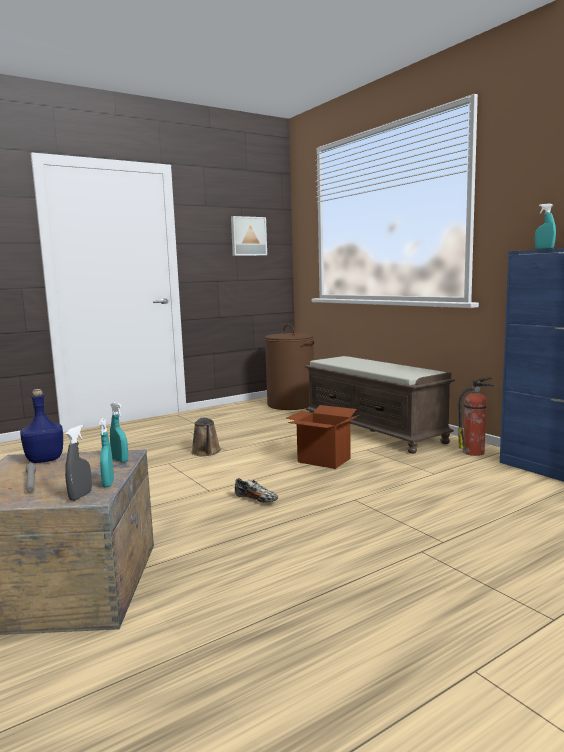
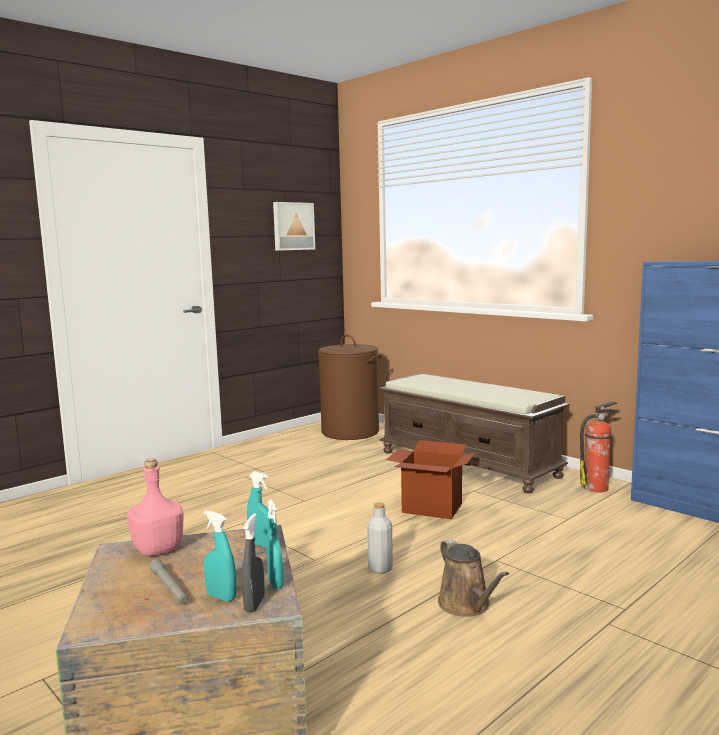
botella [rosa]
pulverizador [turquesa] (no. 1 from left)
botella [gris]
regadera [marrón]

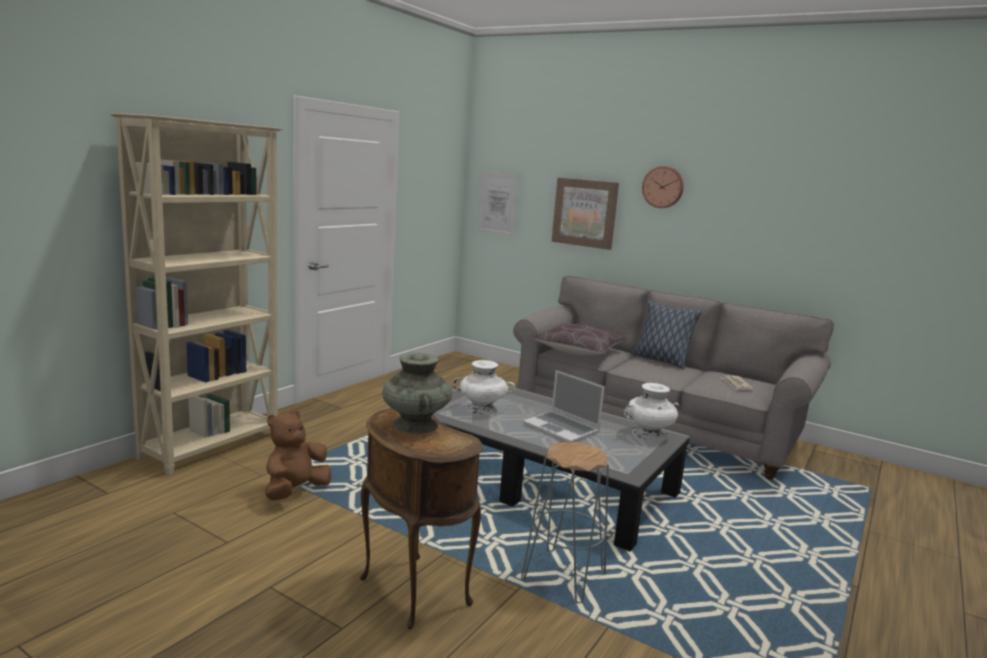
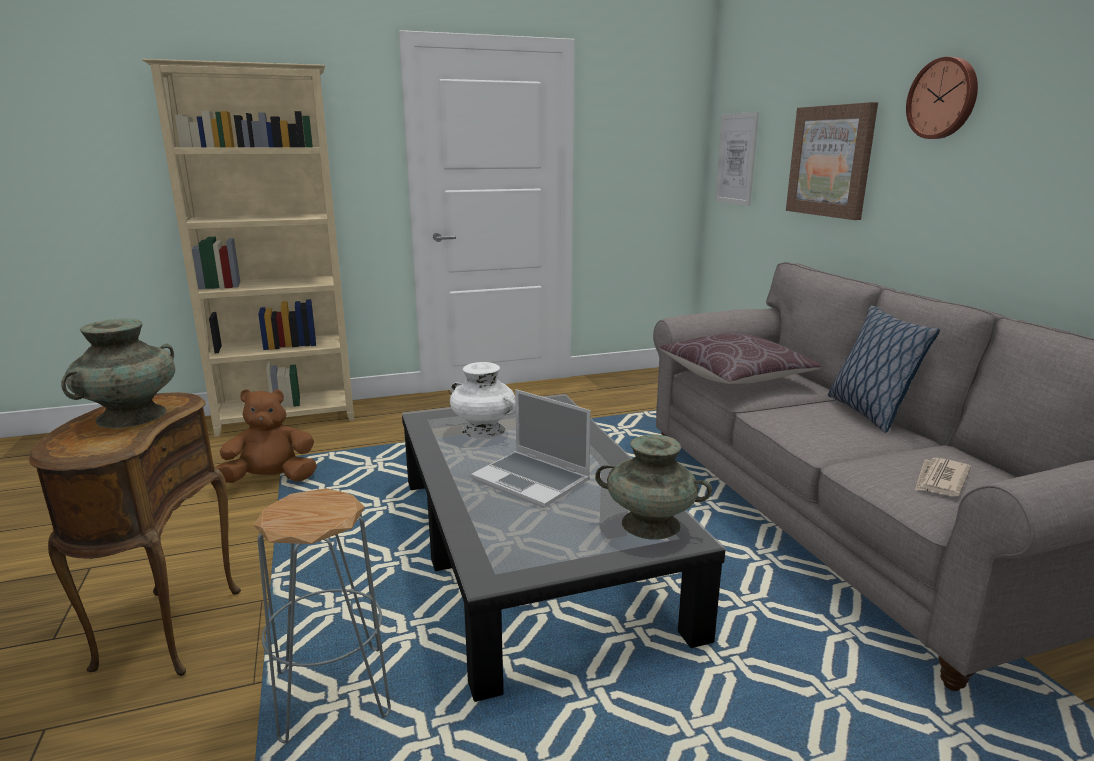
portátil
florero [turquesa] (no. 2 from left)

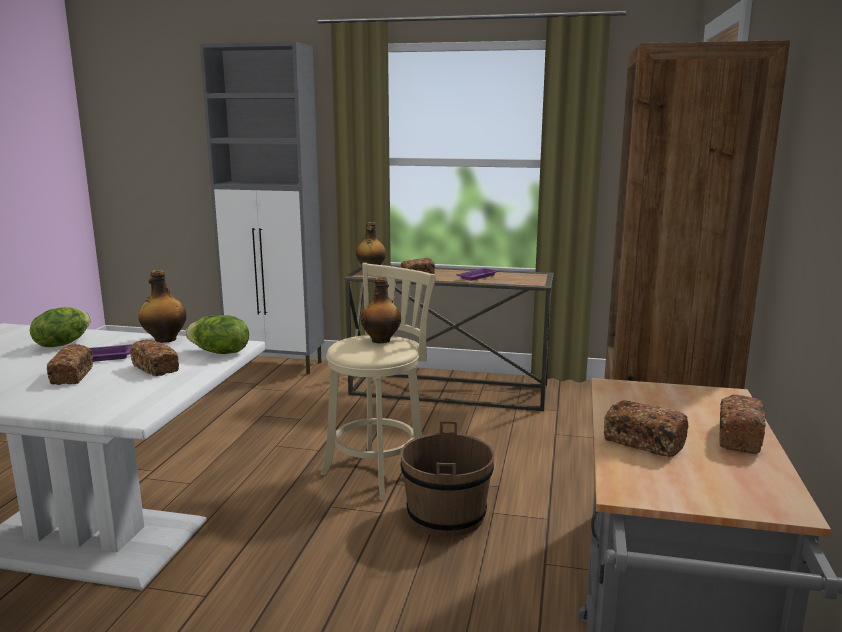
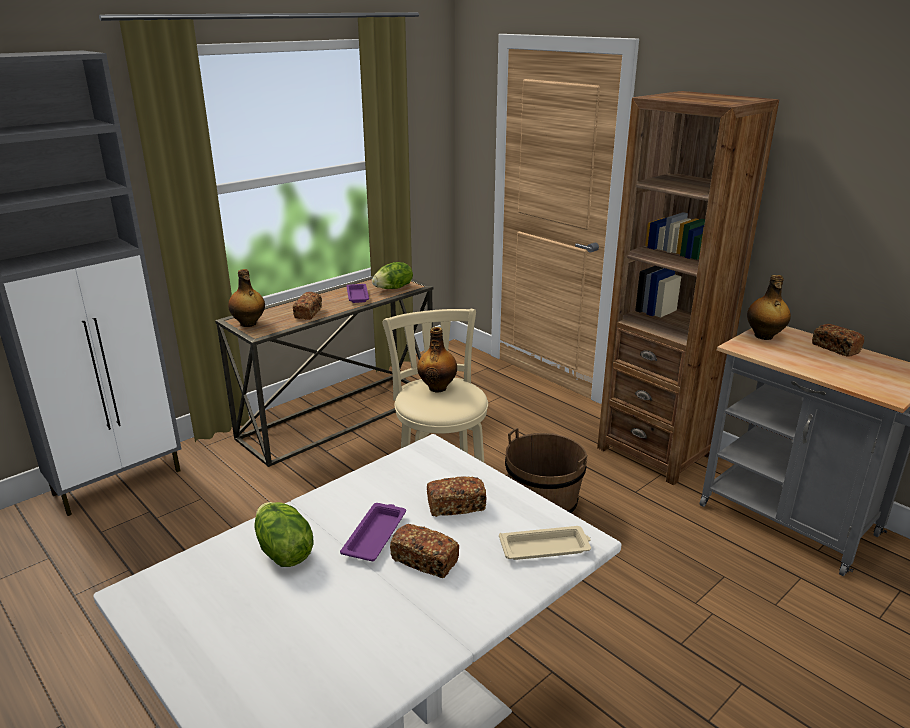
lechuga (no. 2 from left)
bandeja [beis]
botella (no. 3 from left)
pan (no. 4 from left in the first image)

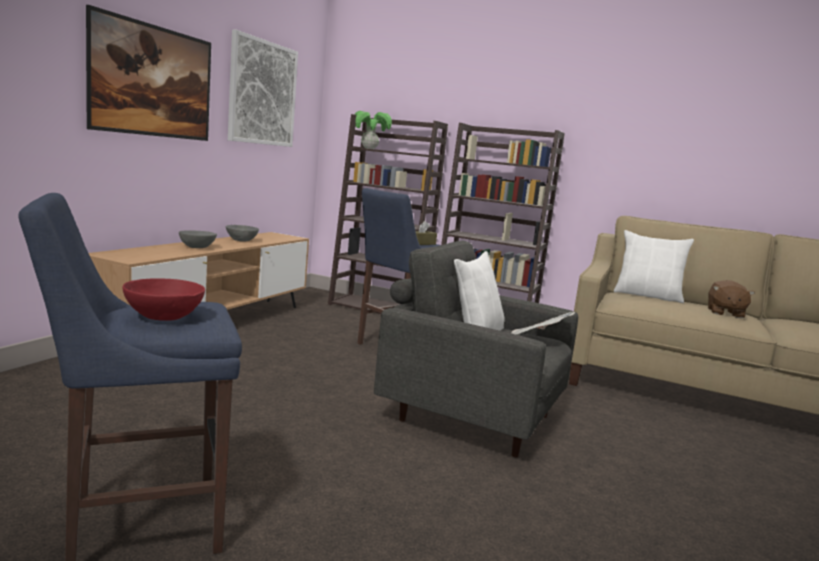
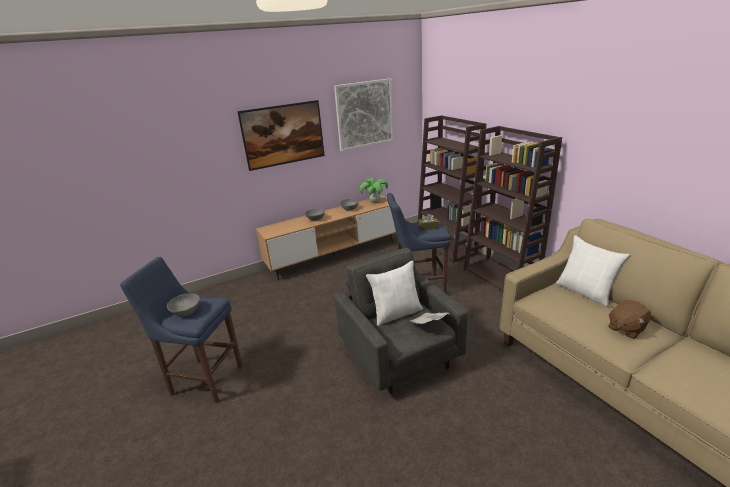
cuenco [gris] (no. 1 from left)
planta en maceta

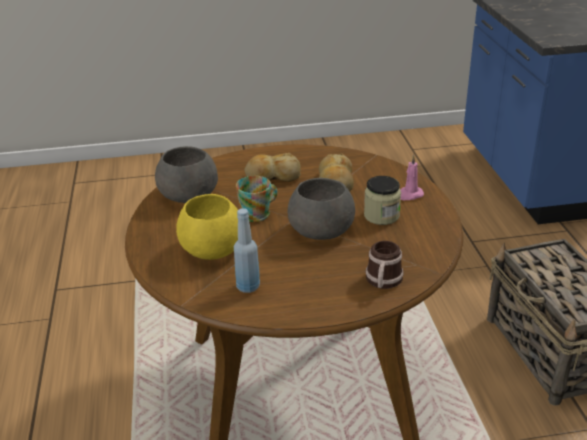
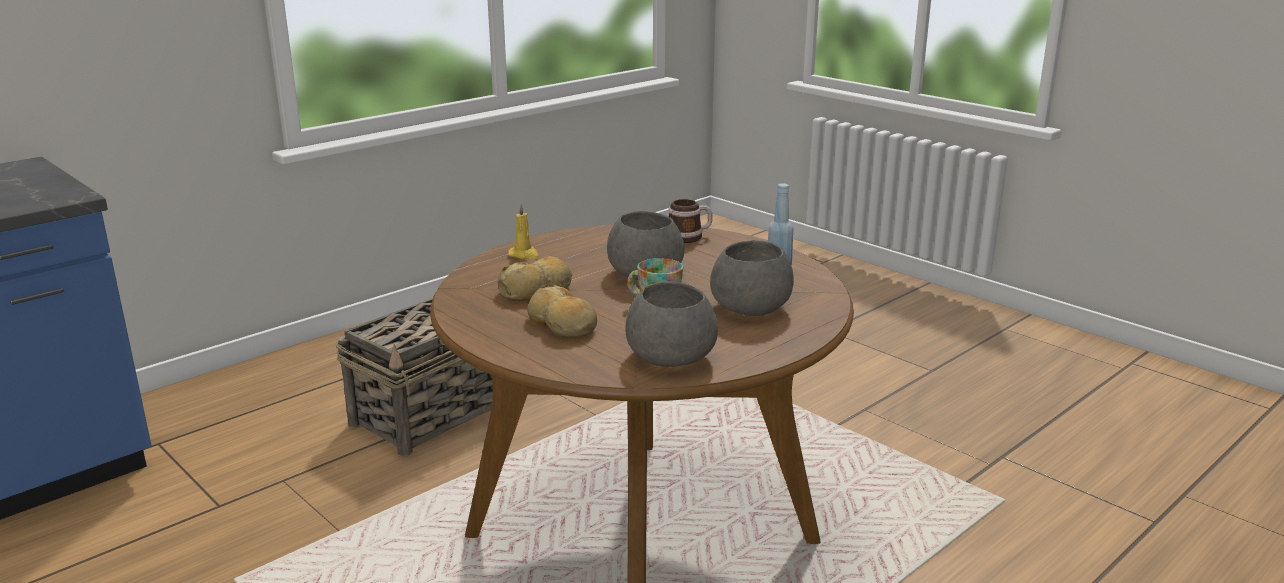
vela [amarillo]
cuenco [gris] (no. 3 from left)
tarro

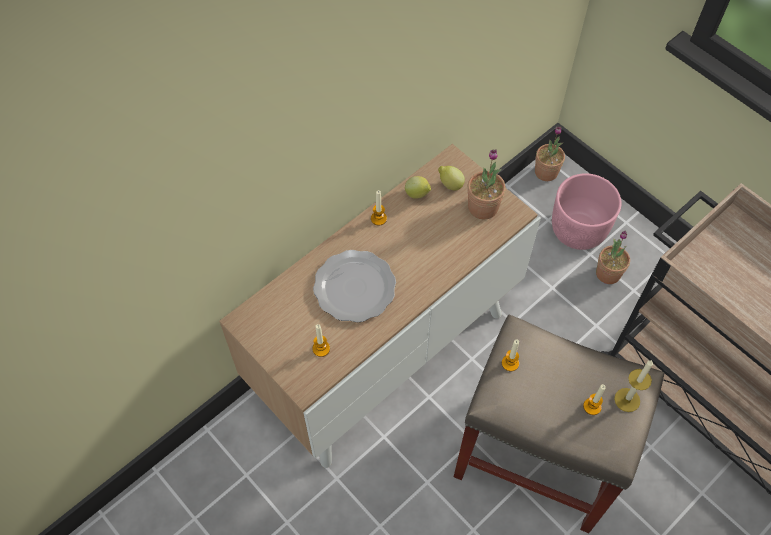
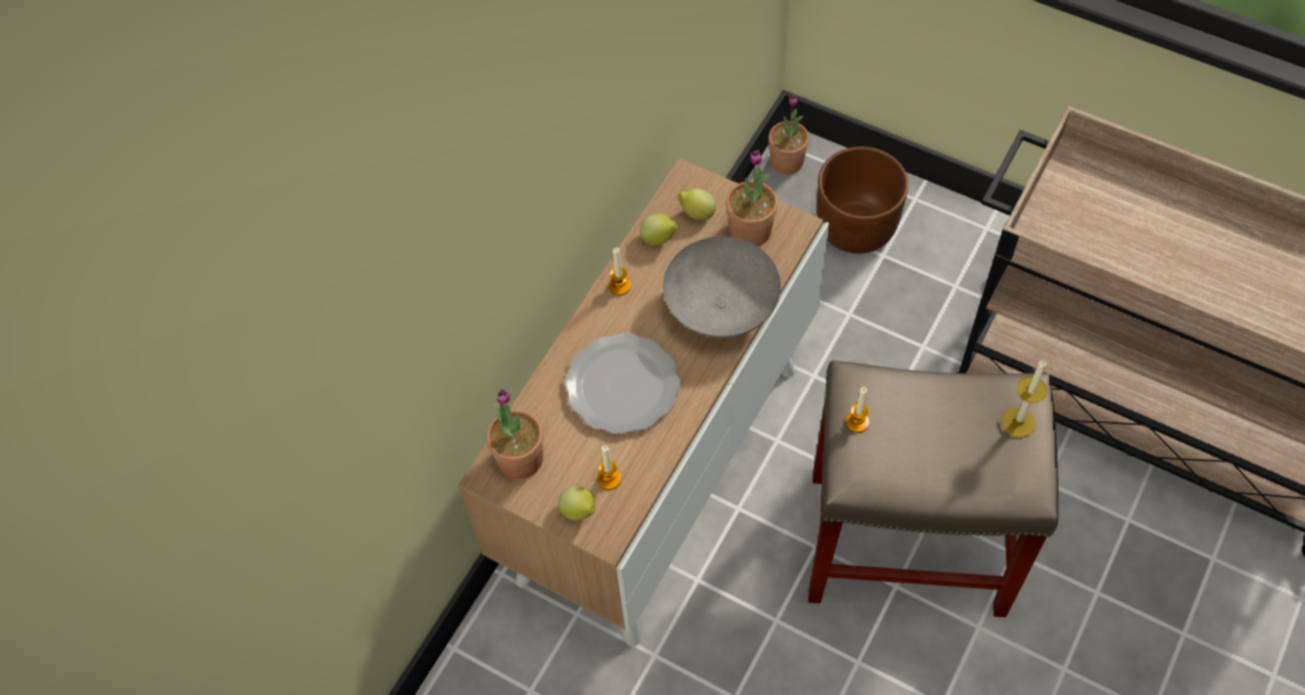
planta en maceta (no. 1 from left)
limón (no. 1 from left)
cuenco [gris]
maceta [marrón]
vela (no. 4 from left in the first image)

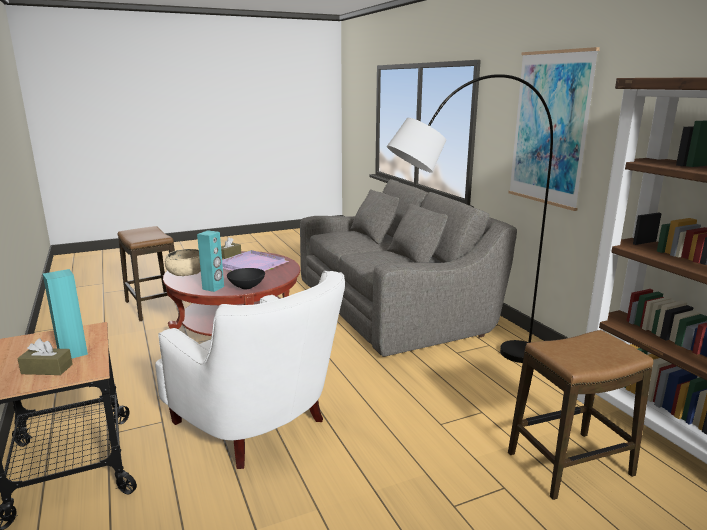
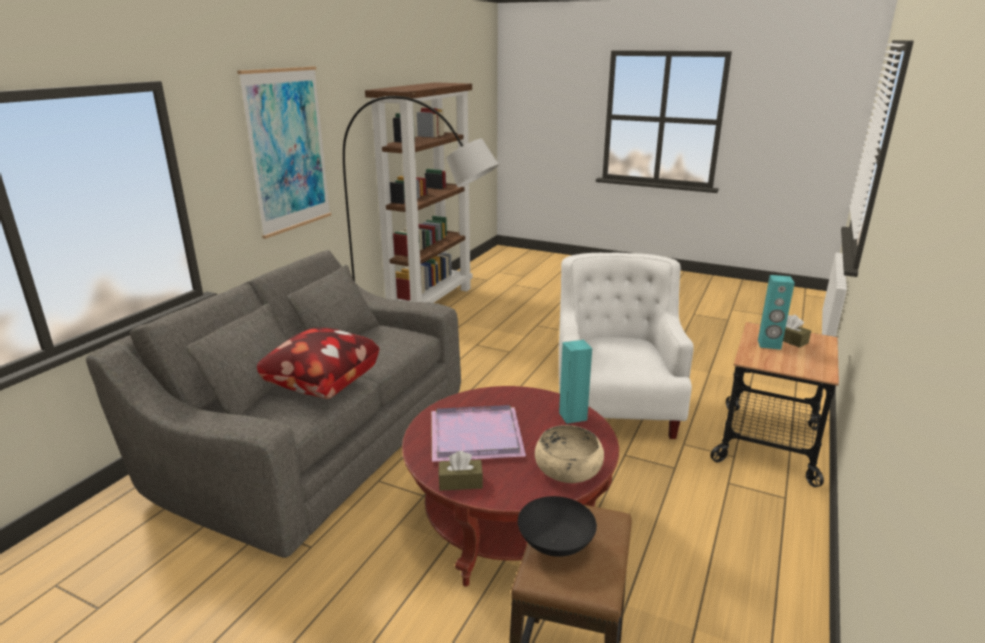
cojín
cuenco [negro]
taburete (no. 2 from left in the first image)

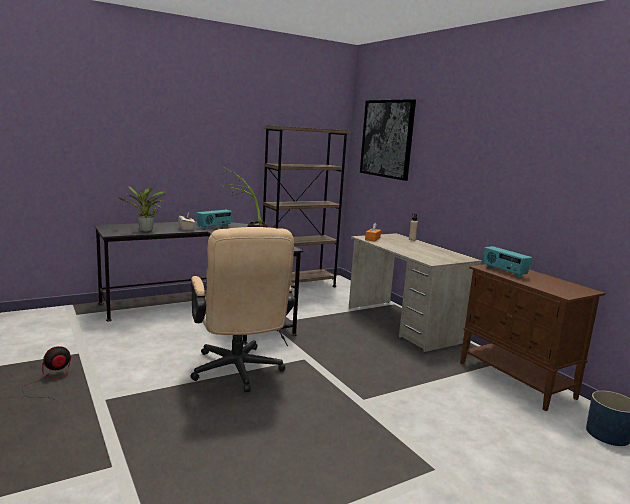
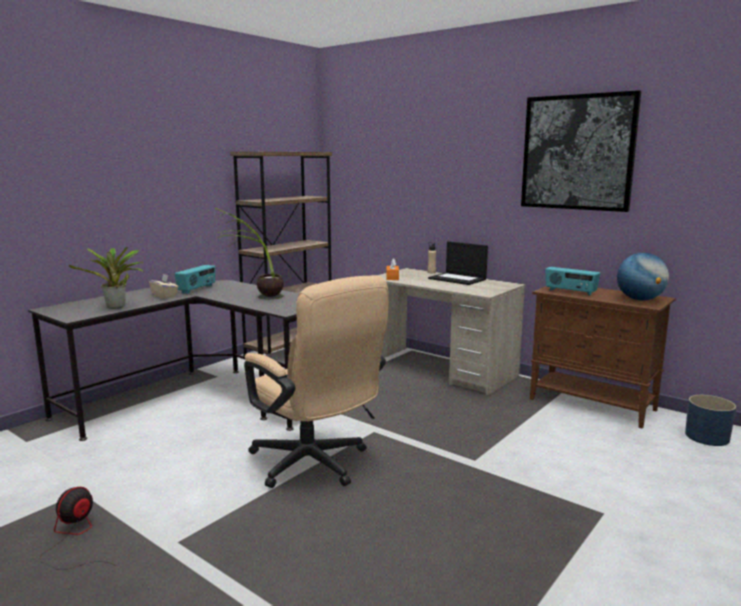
portátil
cuadro
globo terráqueo

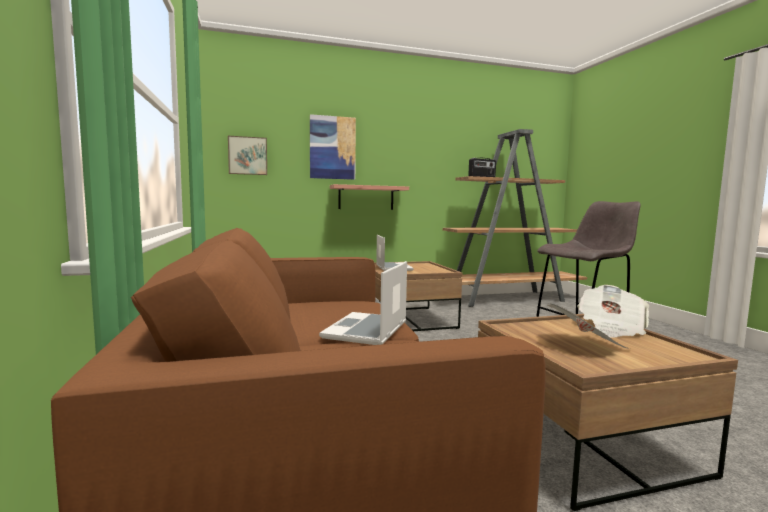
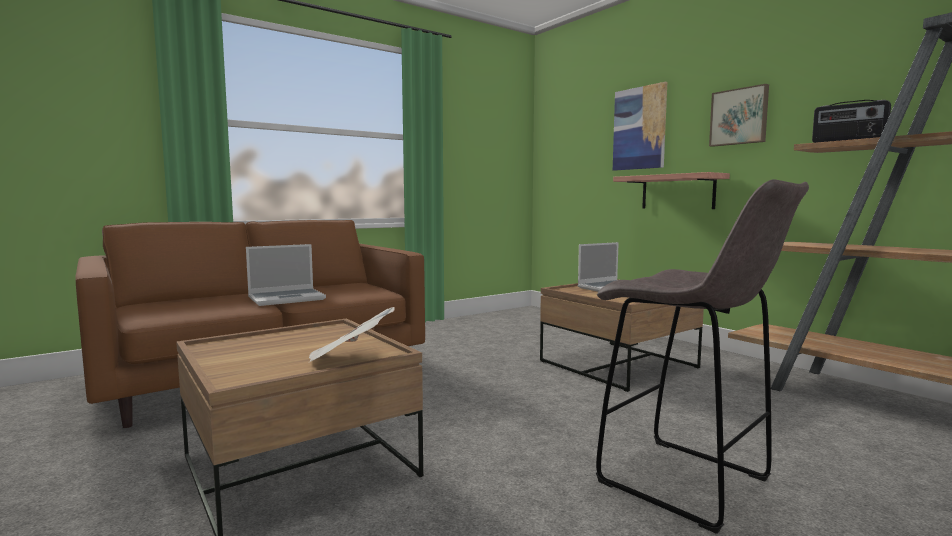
portátil (no. 1 from left)
cuadro (no. 2 from left)
periódico (no. 1 from left in the first image)

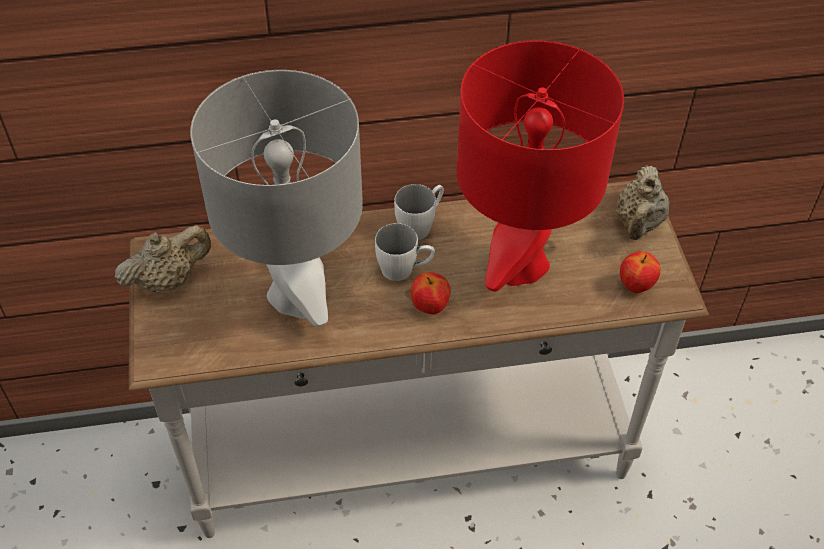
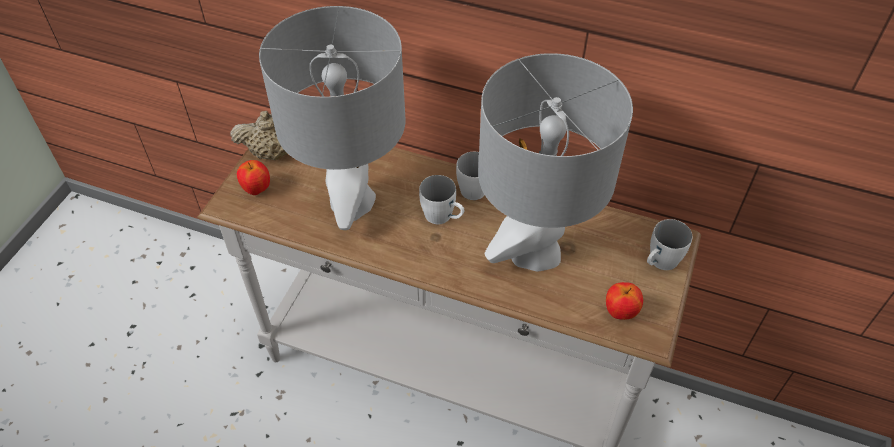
manzana (no. 1 from left)
lámpara de mesa [gris] (no. 2 from left)
taza grande [blanco] (no. 3 from left)

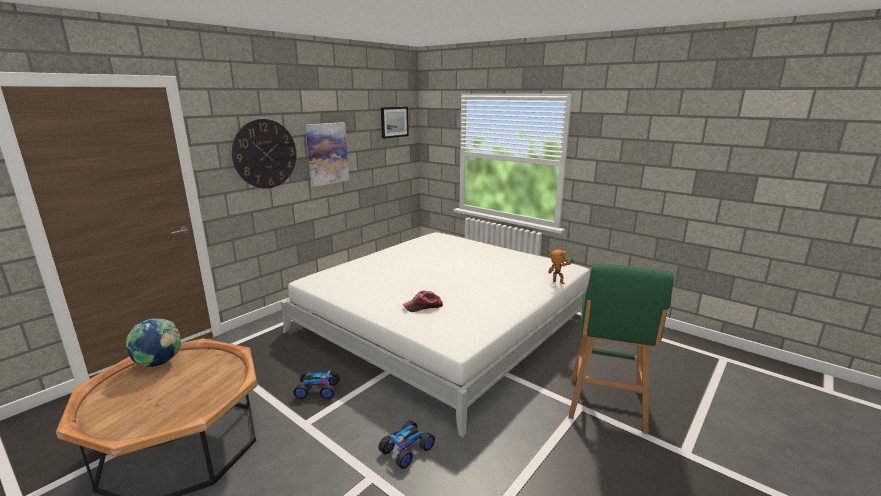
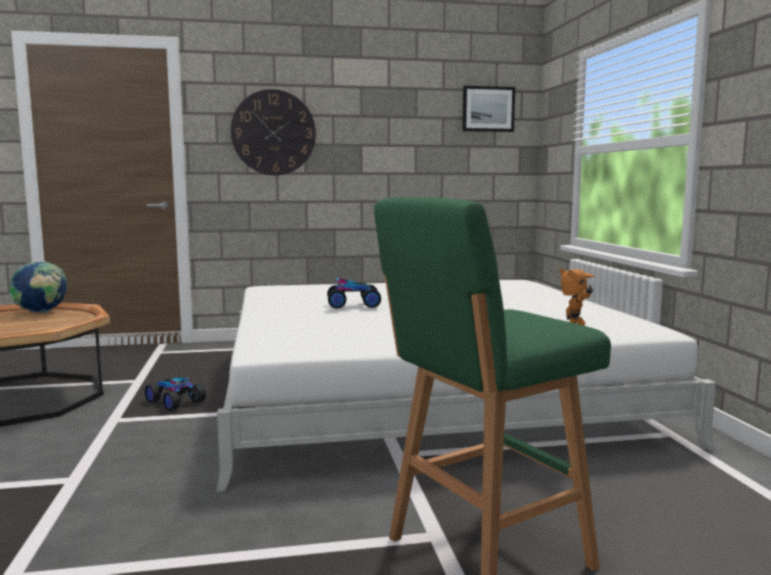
coche de juguete (no. 2 from left)
cuadro (no. 1 from left in the first image)
gorra

